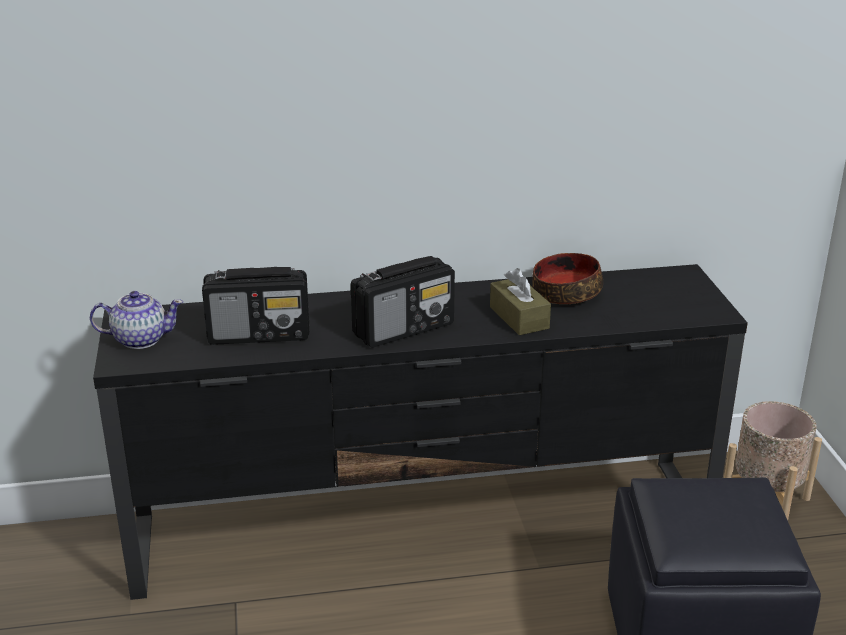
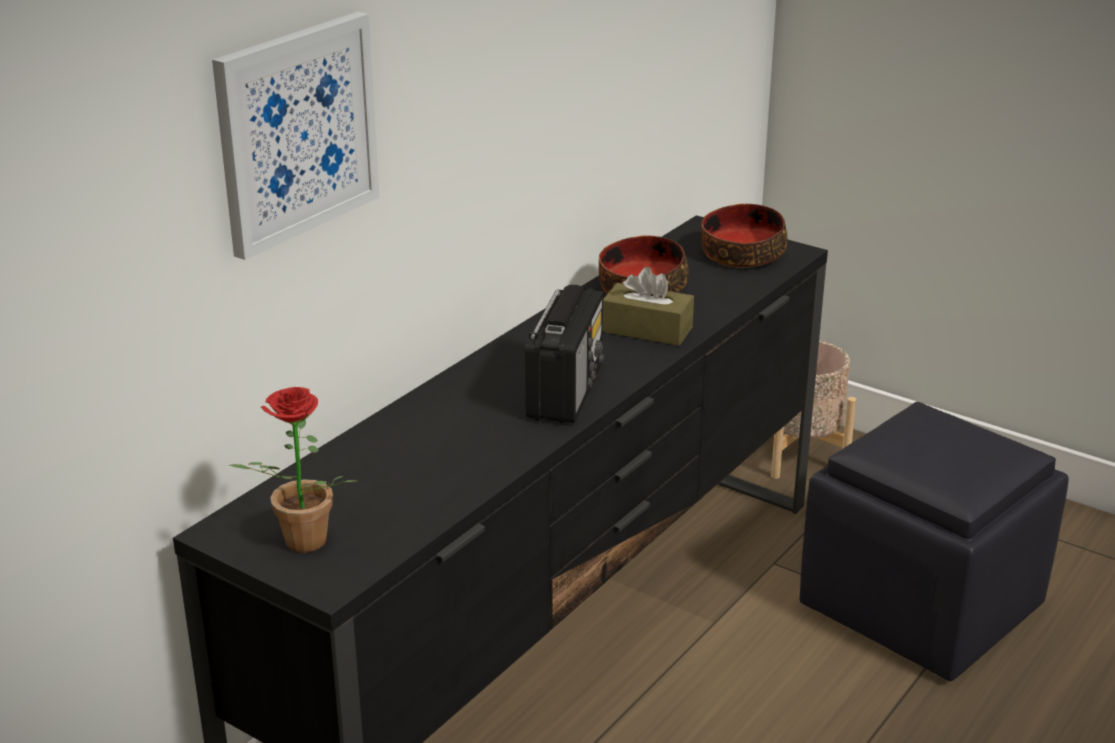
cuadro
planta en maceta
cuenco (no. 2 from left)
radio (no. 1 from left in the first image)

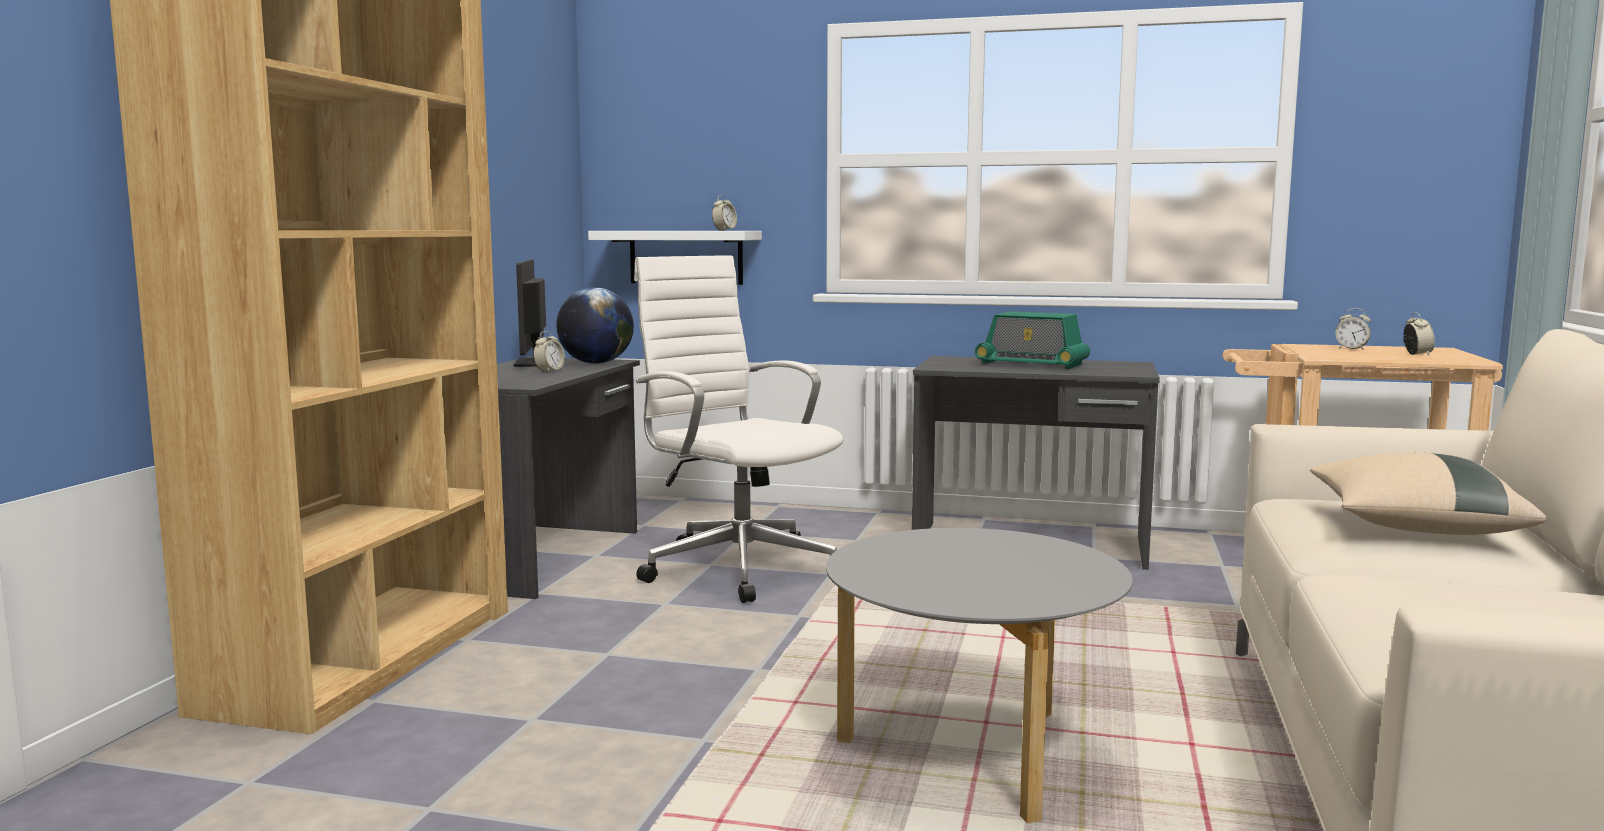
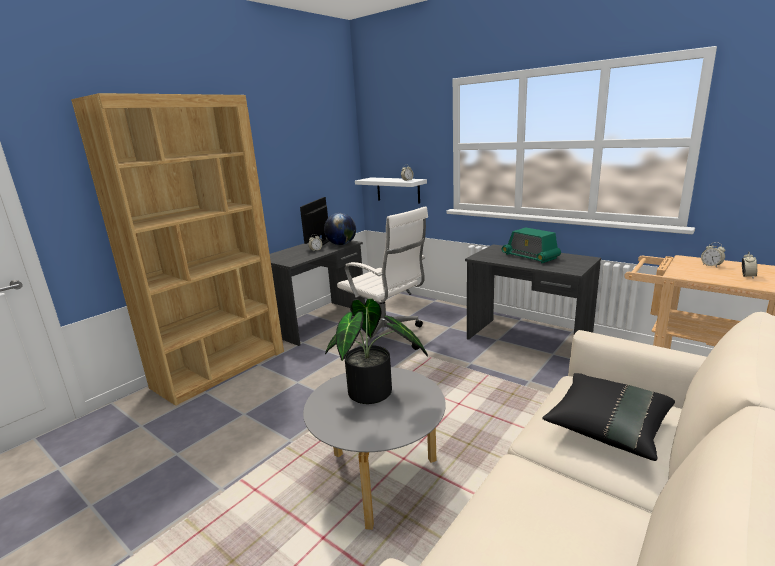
planta en maceta
silla de oficina [blanco]
cojín [negro]

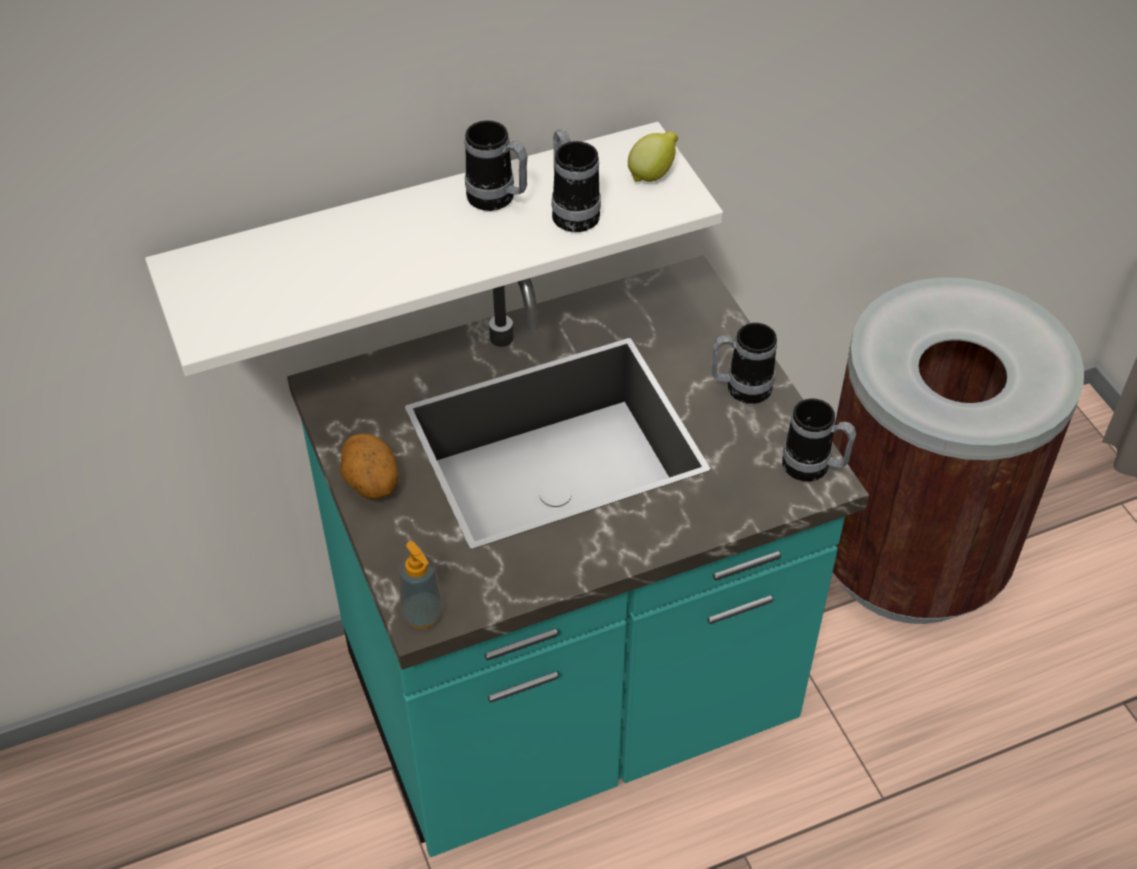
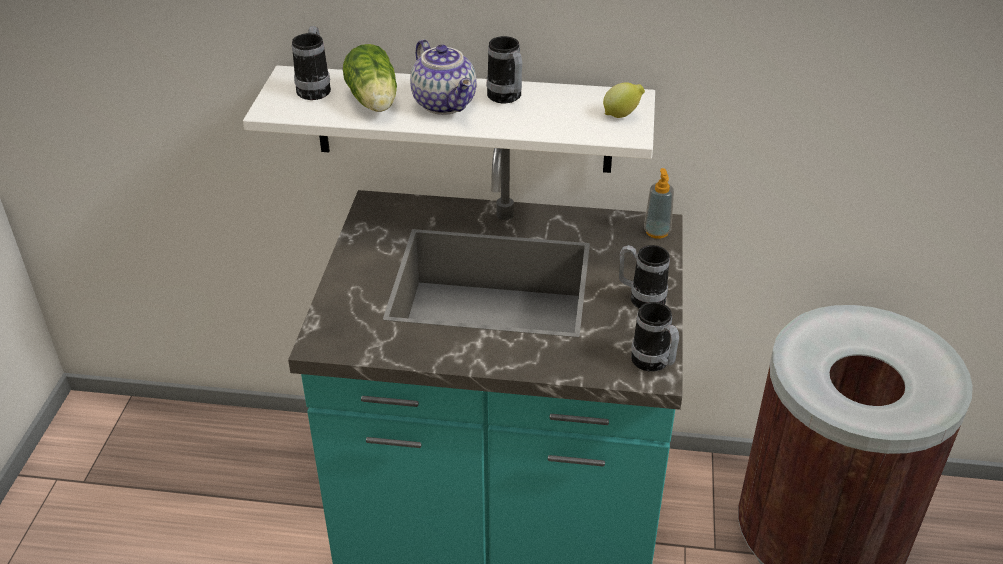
taza grande (no. 1 from left)
lechuga
tetera
dispensador de jabón
patata

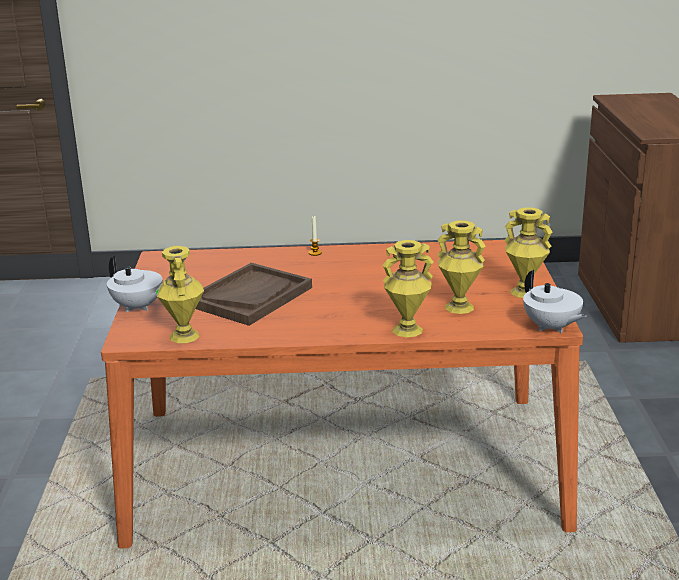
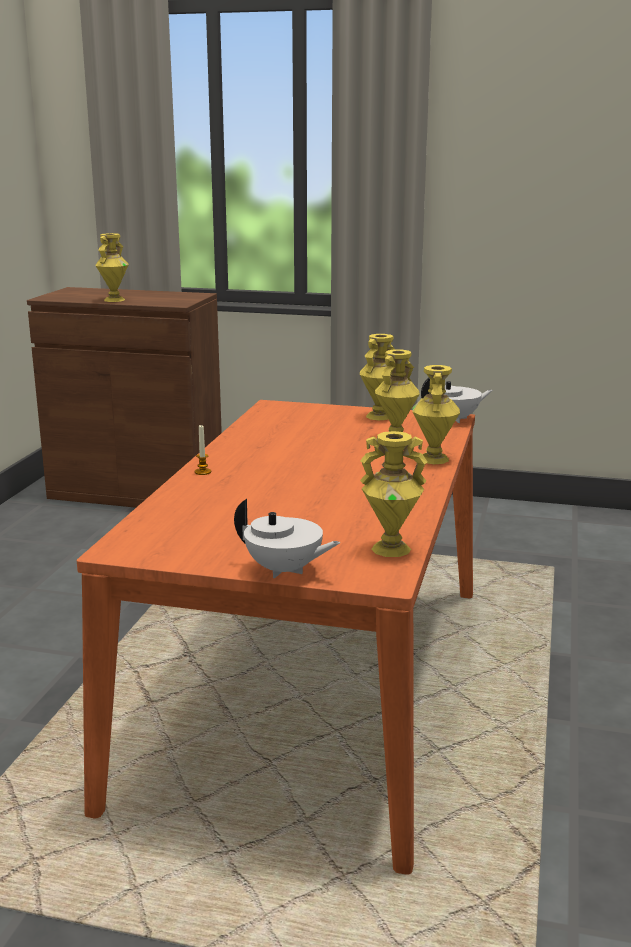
florero [amarillo] (no. 1 from left)
tetera [blanco] (no. 1 from left)
bandeja [marrón]

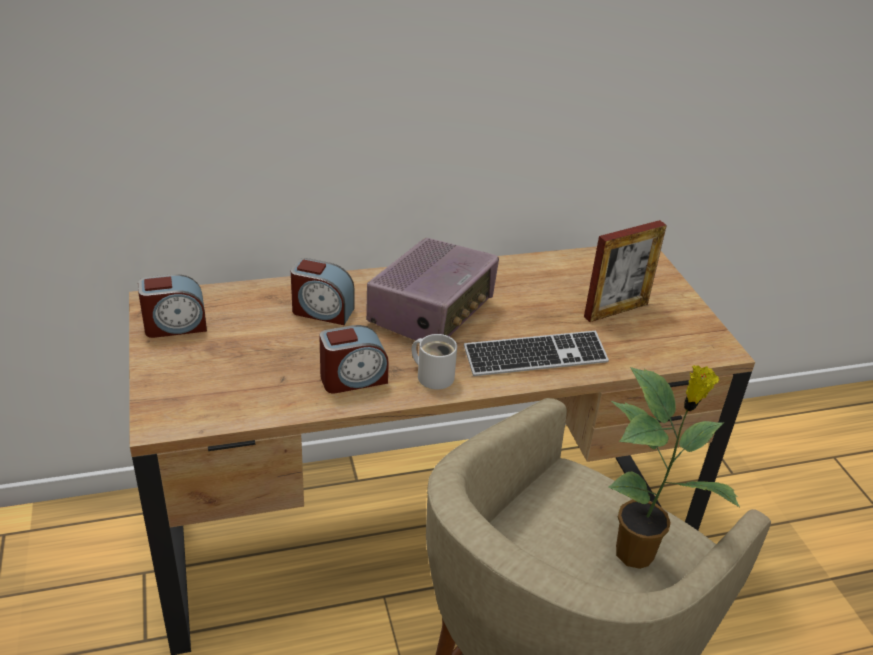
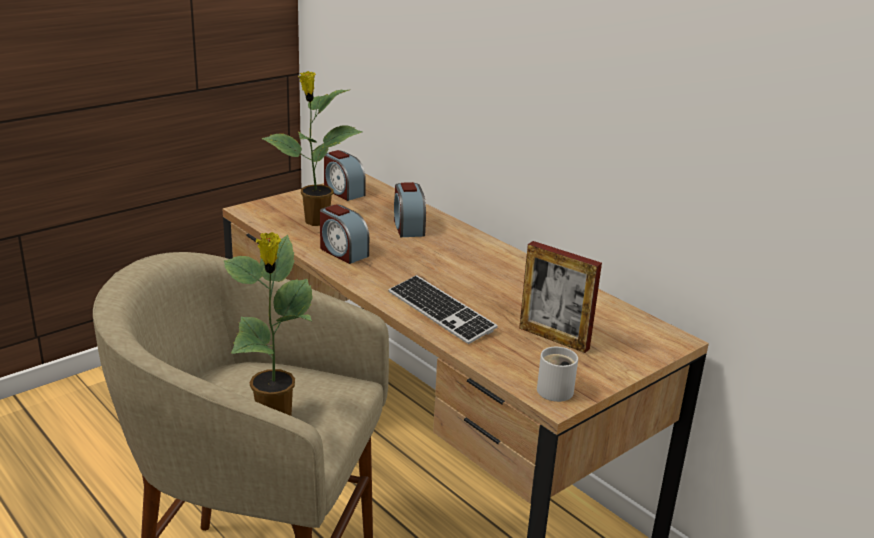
planta en maceta (no. 2 from left)
taza grande [blanco]
radio

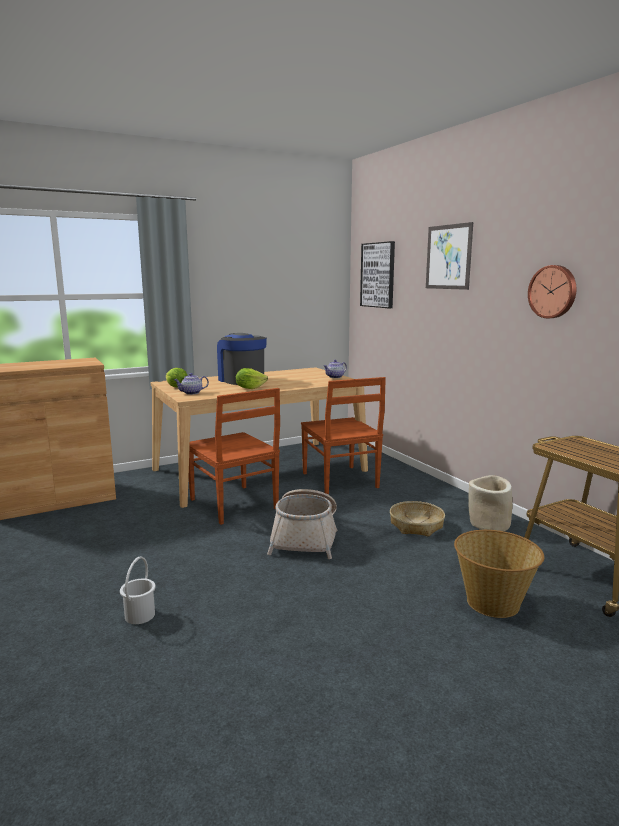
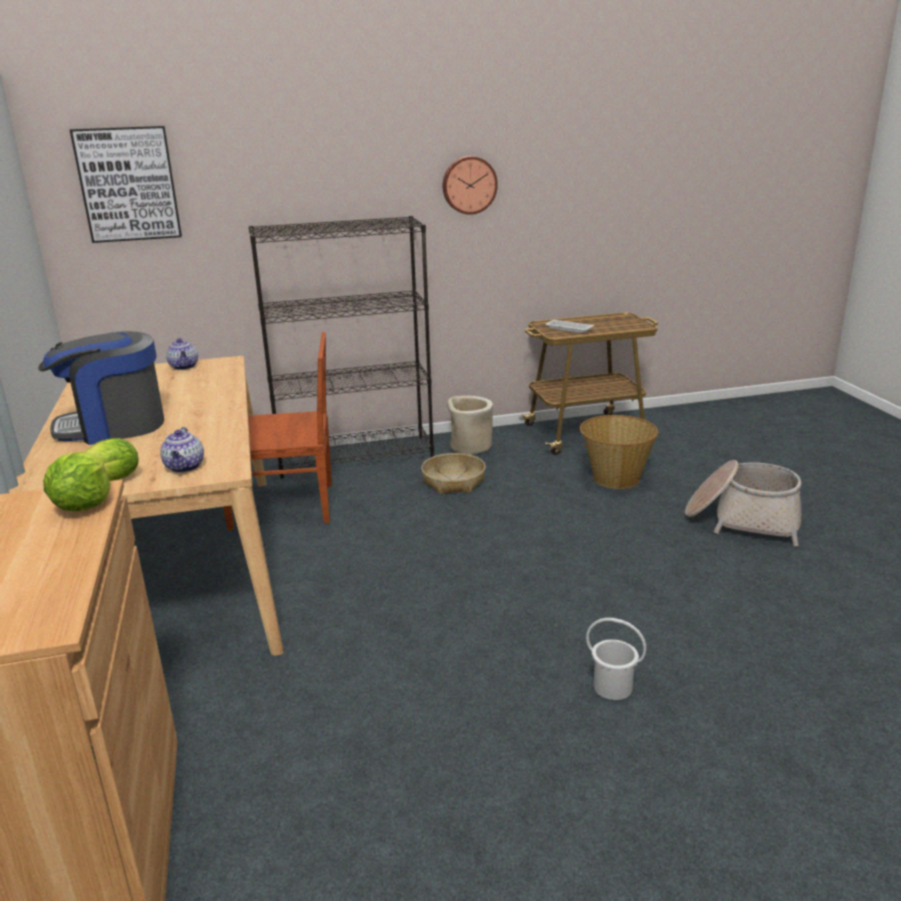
lechuga (no. 1 from left)
estantería [negro]
bandeja [blanco]
cesta (no. 3 from left)
silla [marrón] (no. 1 from left in the first image)
cuadro (no. 2 from left in the first image)

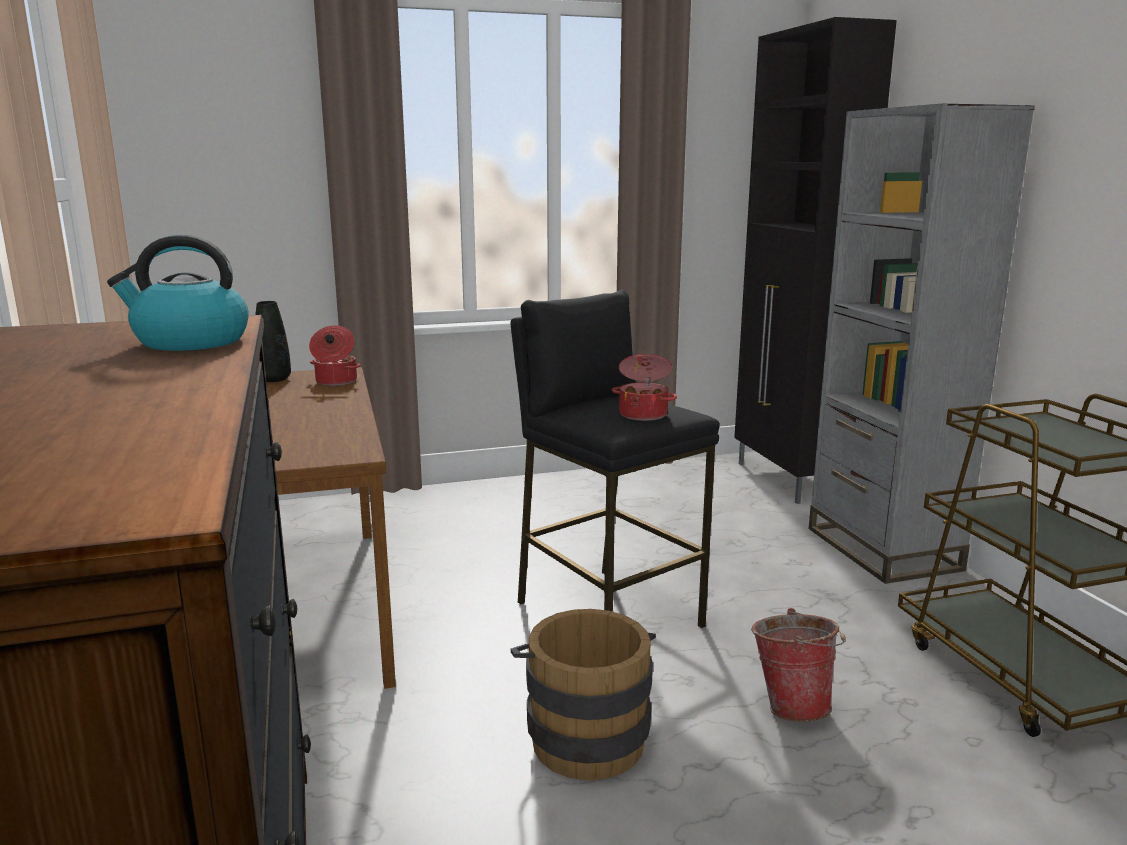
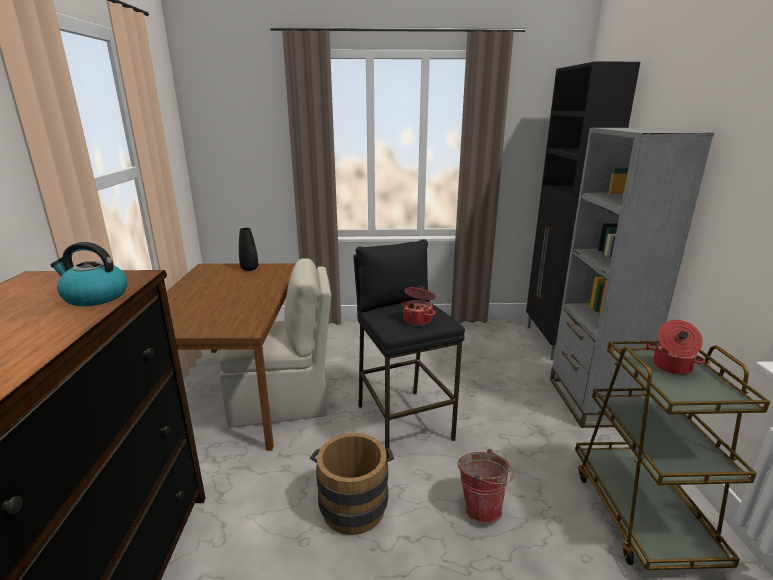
silla [beis]
olla (no. 2 from left)

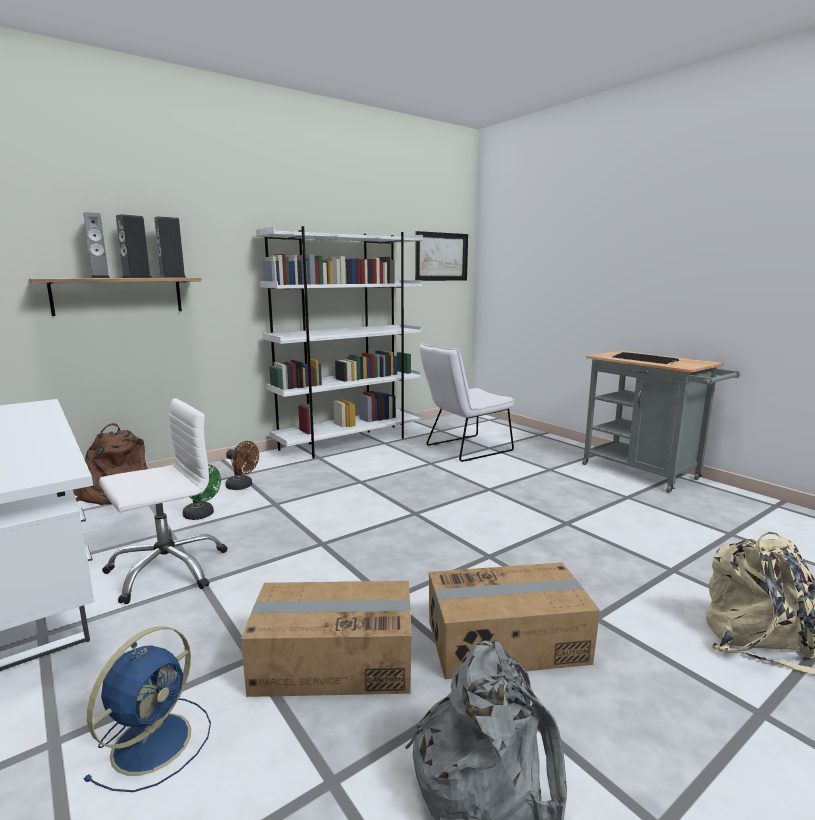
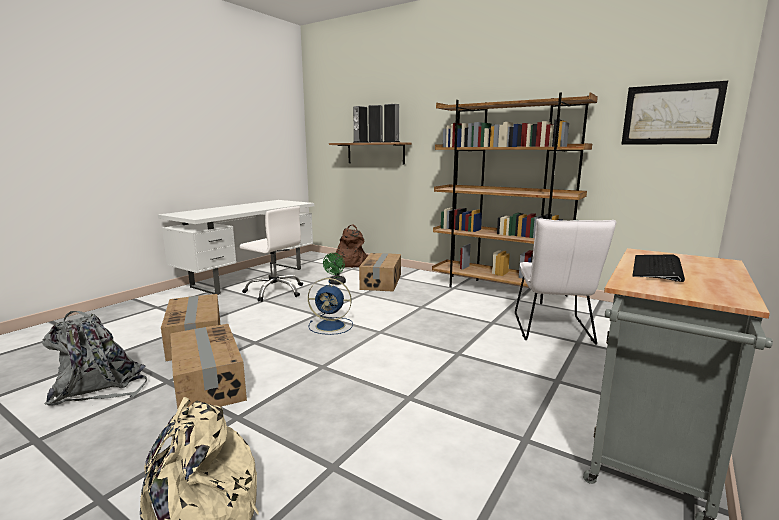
ventilador [azul]
caja de cartón (no. 3 from left)
estantería [marrón]
silla [blanco]

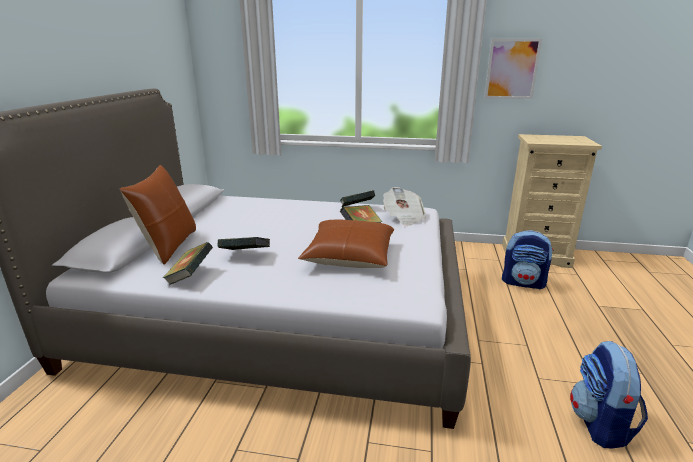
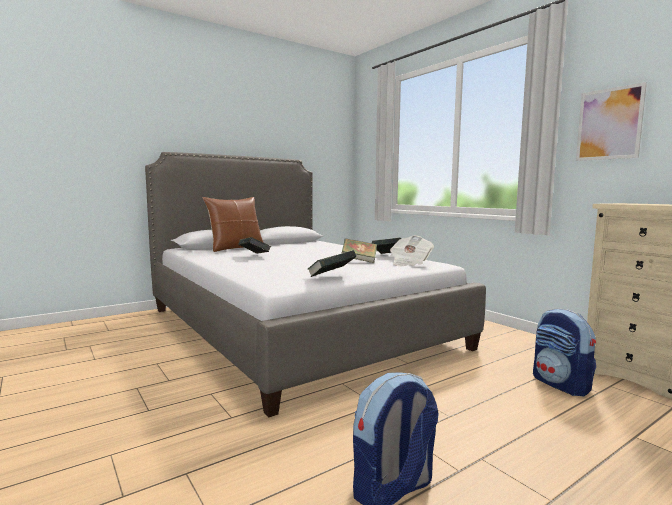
libro (no. 2 from left)
cojín [marrón] (no. 2 from left in the first image)

